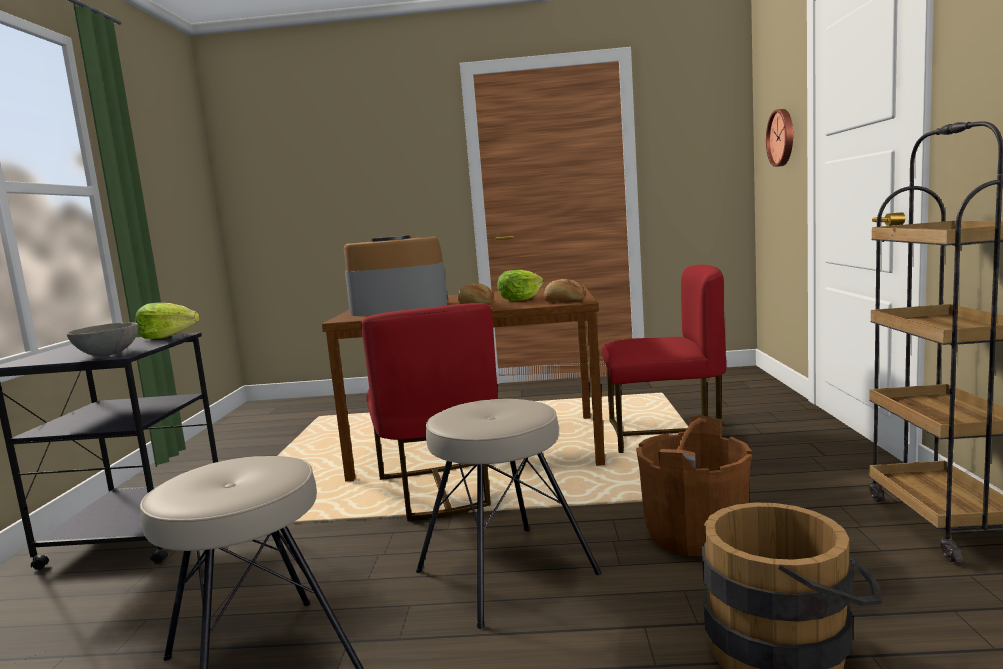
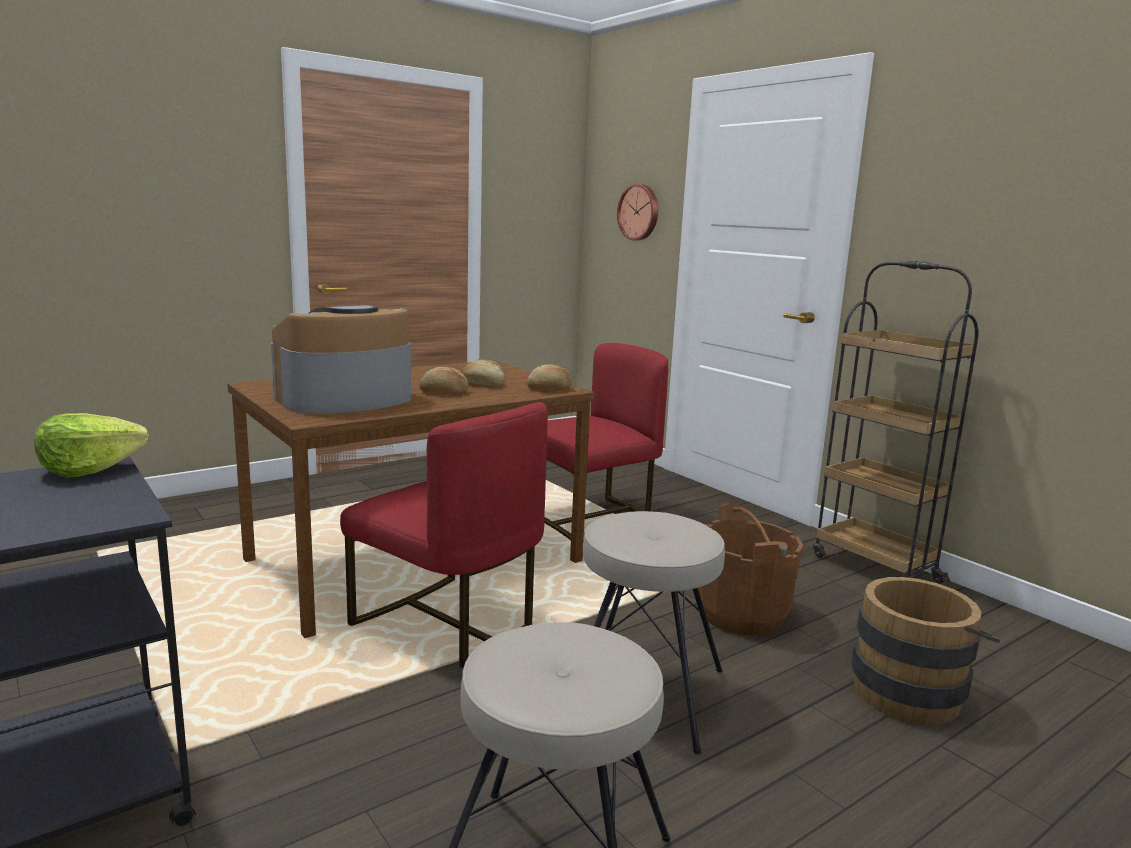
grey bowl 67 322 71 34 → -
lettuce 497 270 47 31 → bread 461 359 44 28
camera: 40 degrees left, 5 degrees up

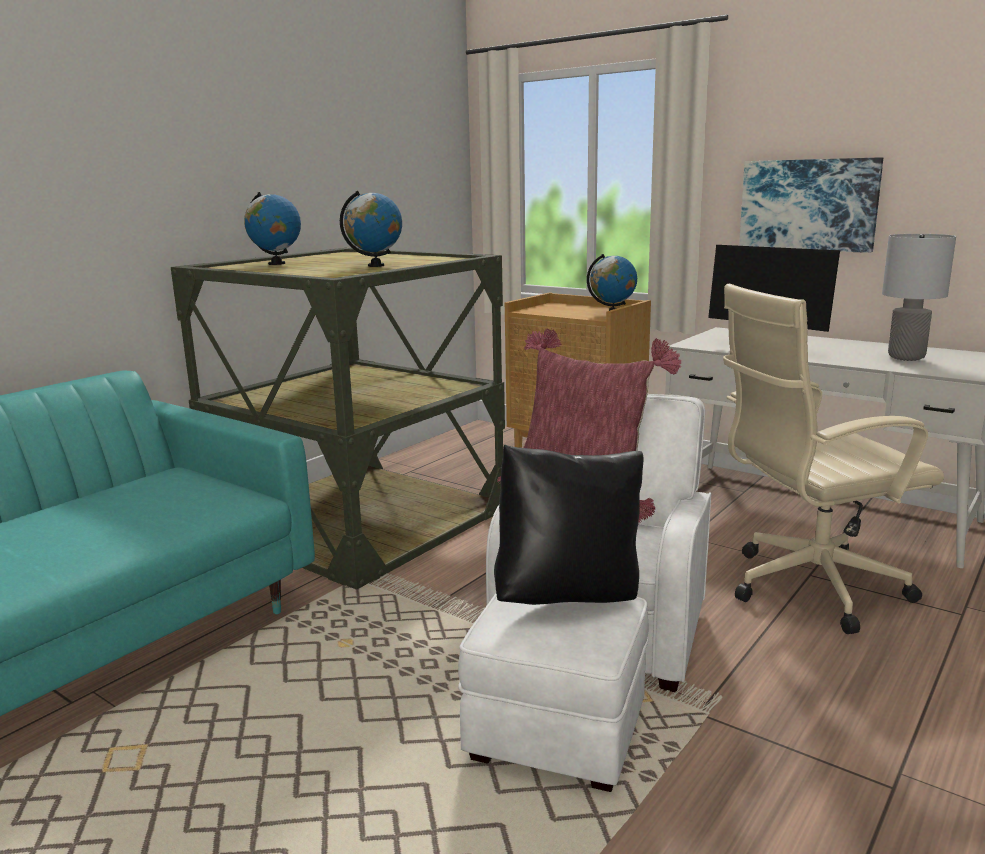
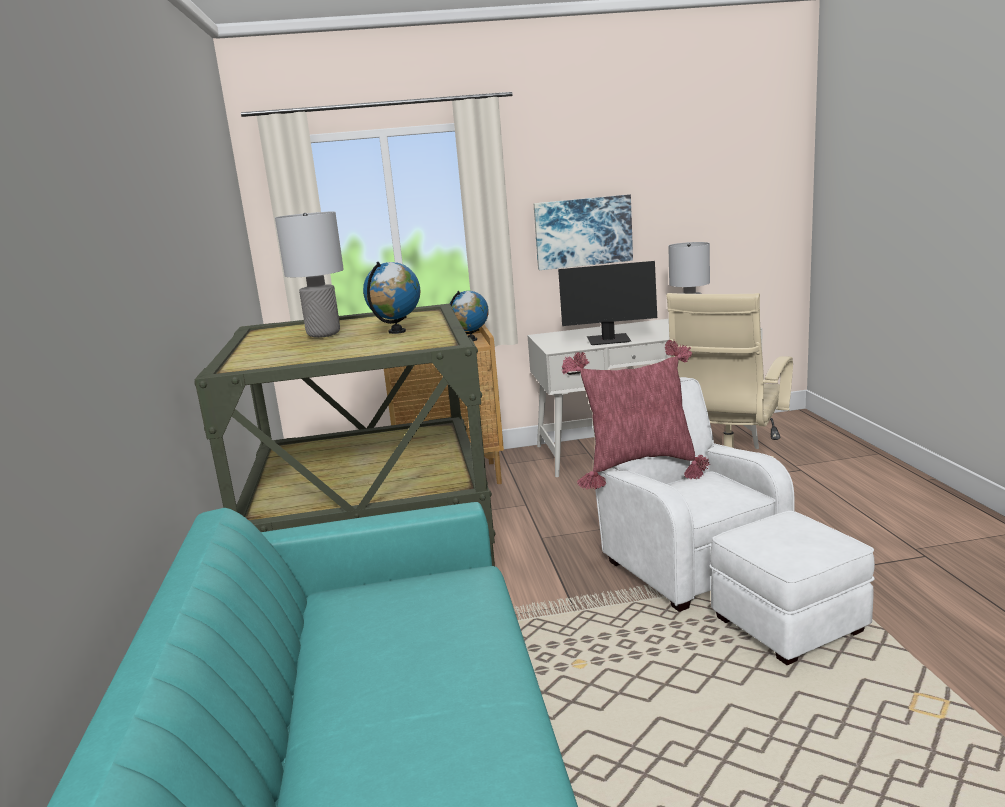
globe 244 192 57 73 → -
black pillow 494 445 150 160 → -
- → grey table lamp 275 211 69 127
camera: 45 degrees left, 0 degrees up

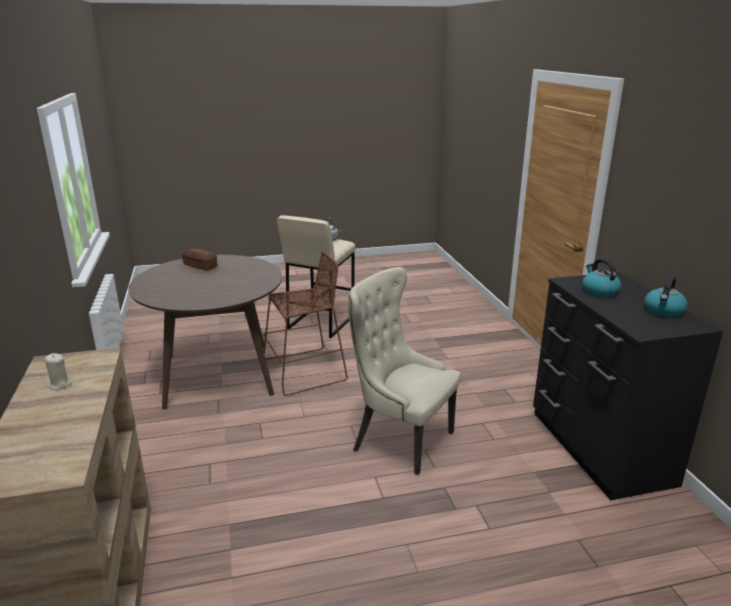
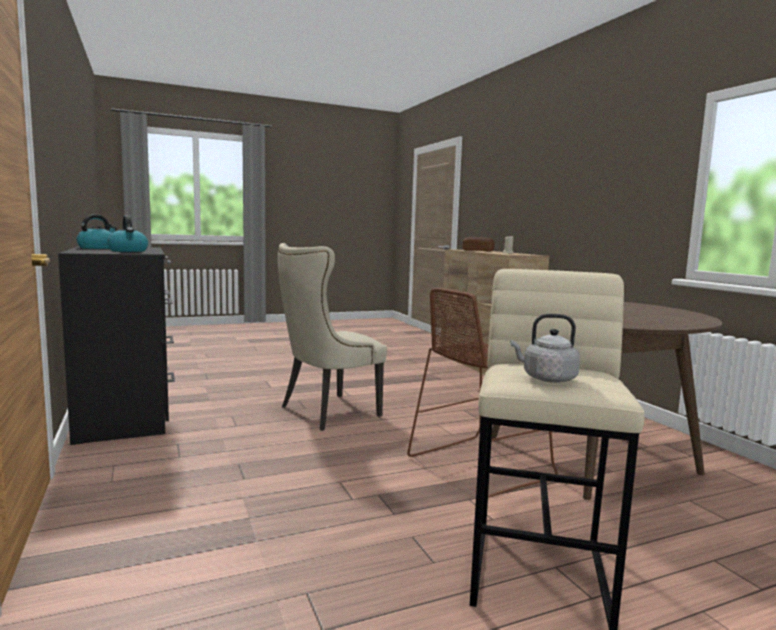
bread 182 248 35 22 → bread 463 237 32 15, moved
beige chair 348 267 113 208 → beige chair 278 243 109 188, 120 degrees clockwise
camera: 170 degrees right, 15 degrees down

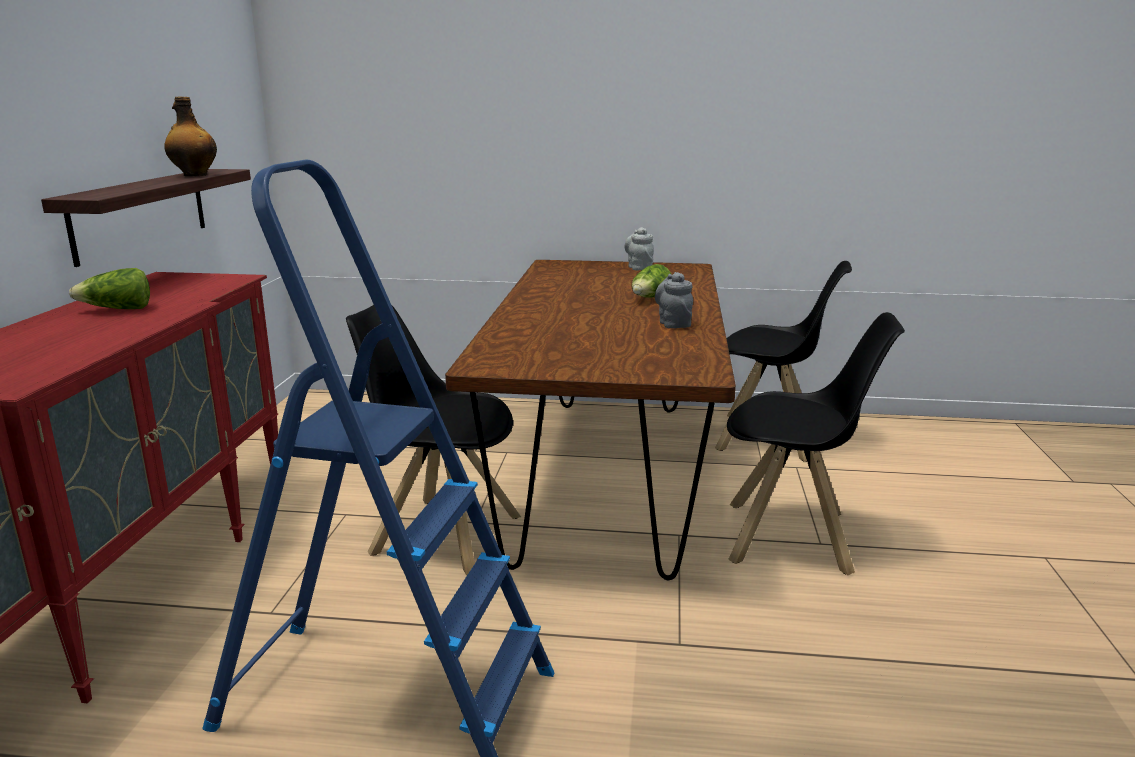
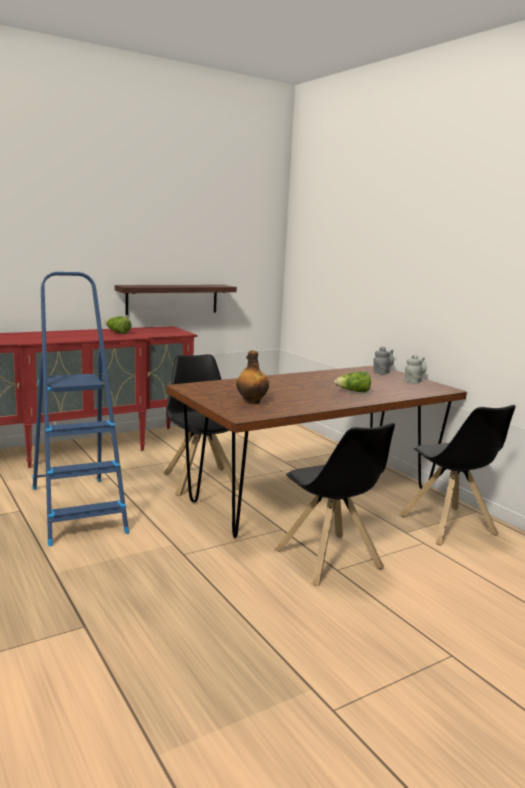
bottle 164 96 53 80 → bottle 236 351 33 53, moved
grey teapot 655 272 38 56 → grey teapot 373 347 21 28, moved
camera: 50 degrees right, 5 degrees down

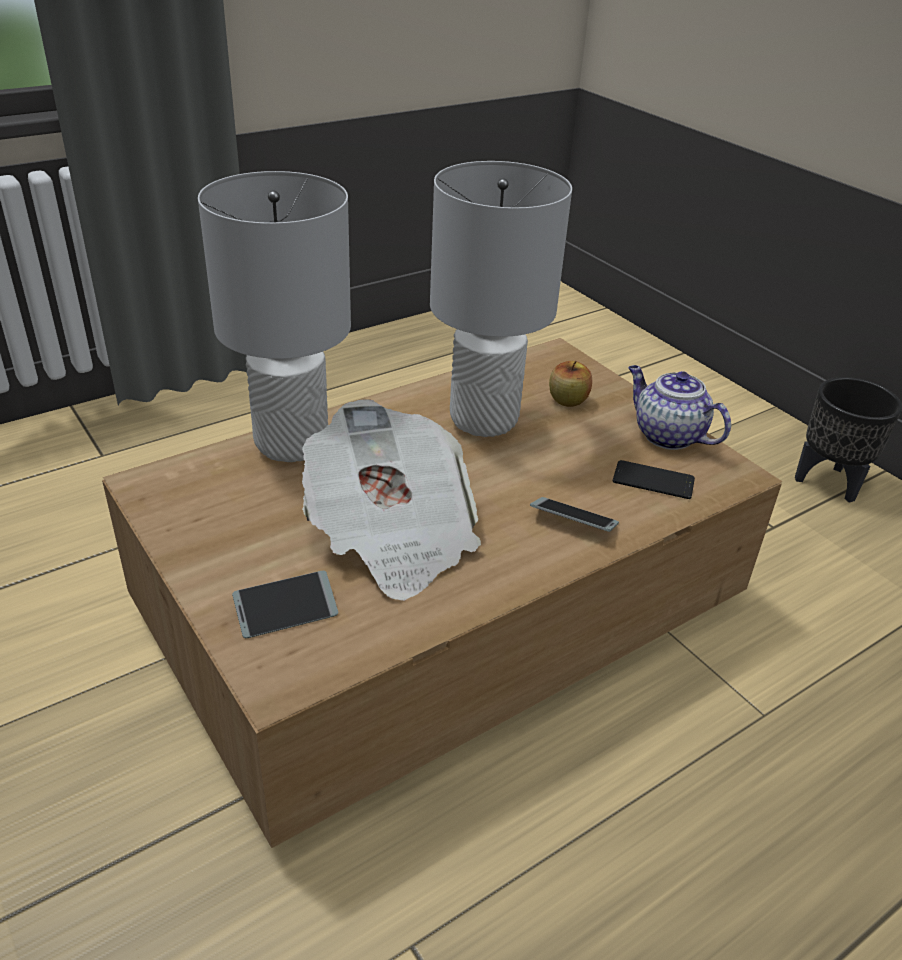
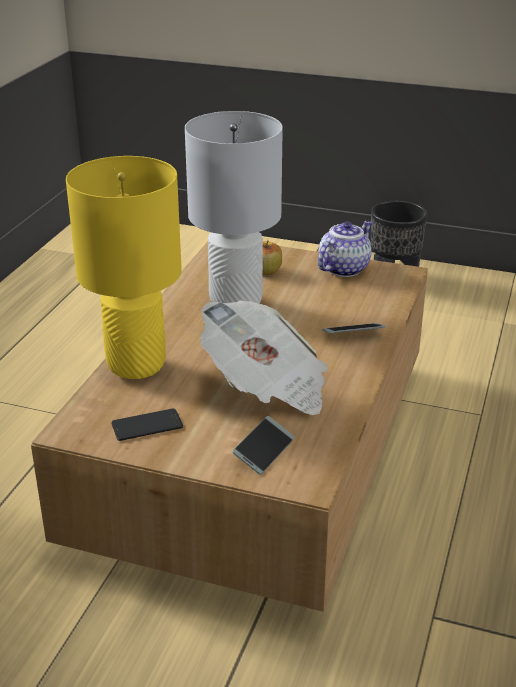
grey table lamp 198 171 153 291 → yellow table lamp 66 156 116 223
phone 613 460 82 39 → phone 111 409 72 32, moved
teapot 628 365 103 85 → teapot 318 220 54 57, 120 degrees clockwise
camera: 35 degrees left, 5 degrees down

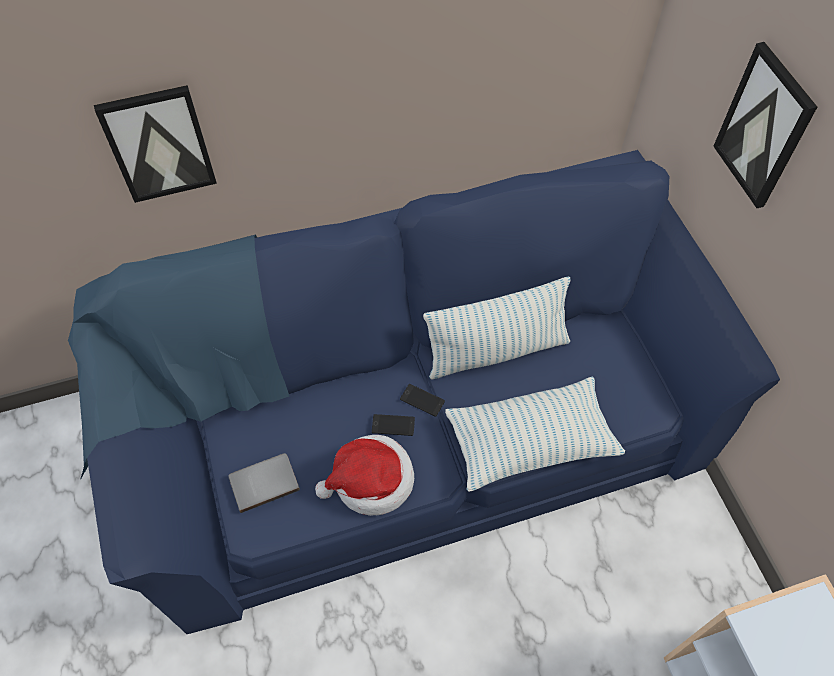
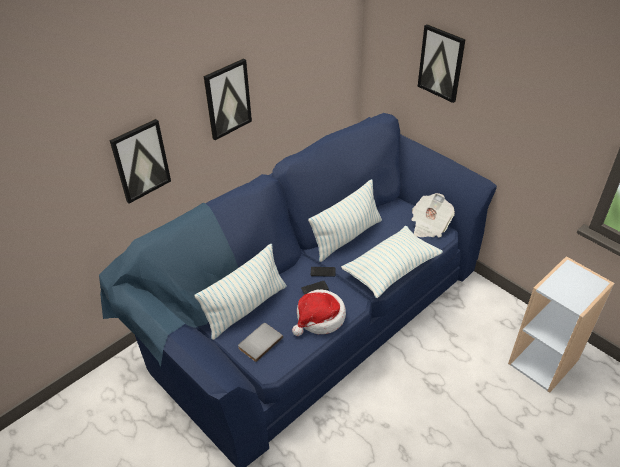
- → pillow 195 244 92 96
- → picture 204 59 48 81
- → newspaper 412 193 43 44
camera: 25 degrees left, 15 degrees down

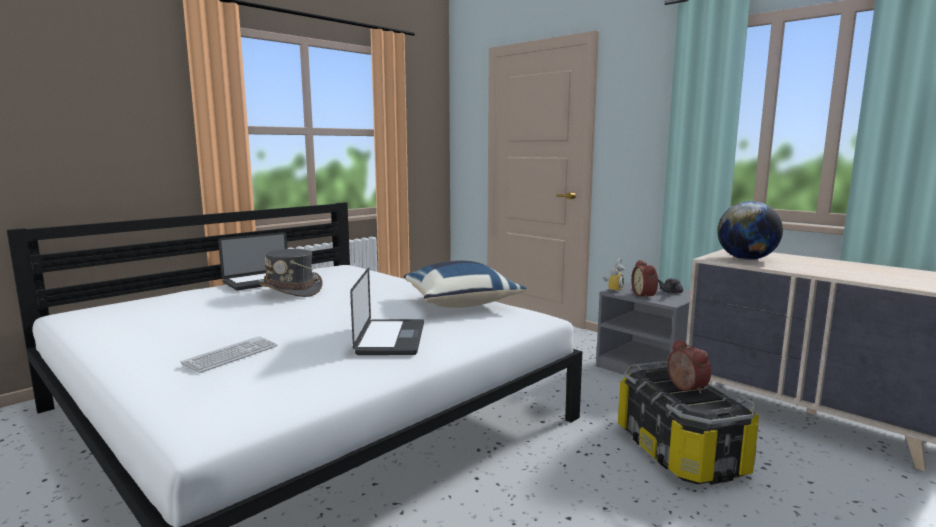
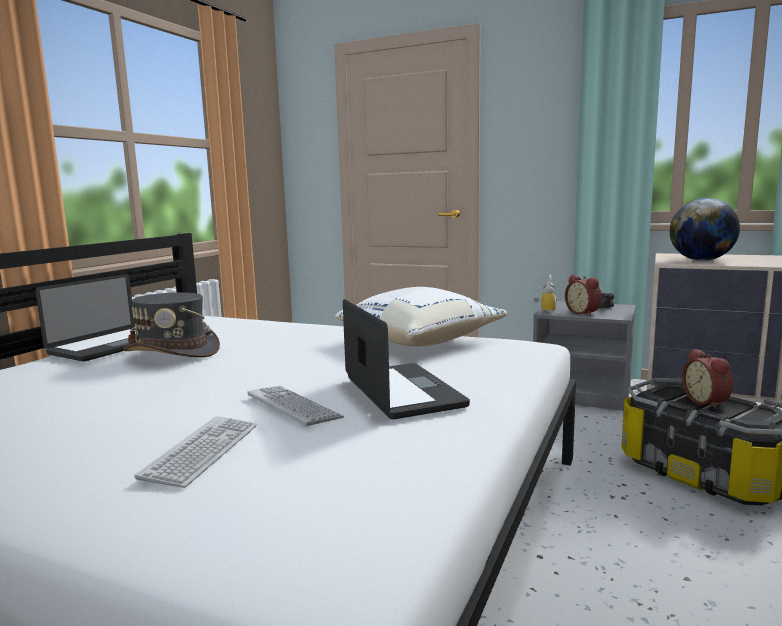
blue pillow 403 261 124 47 → white pillow 335 287 172 59
alarm clock 667 339 44 55 → alarm clock 682 349 51 60, 150 degrees counterclockwise
- → keyboard 247 386 97 41
camera: 20 degrees left, 0 degrees up

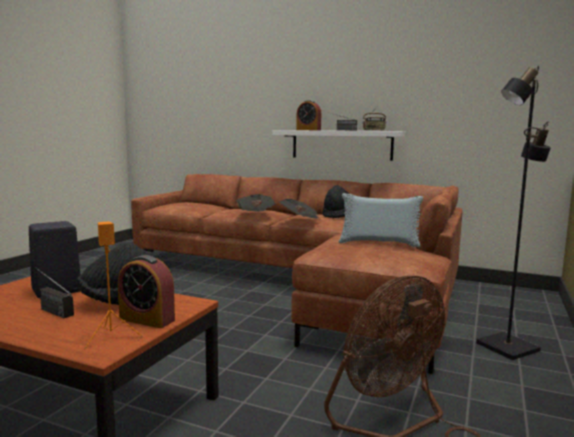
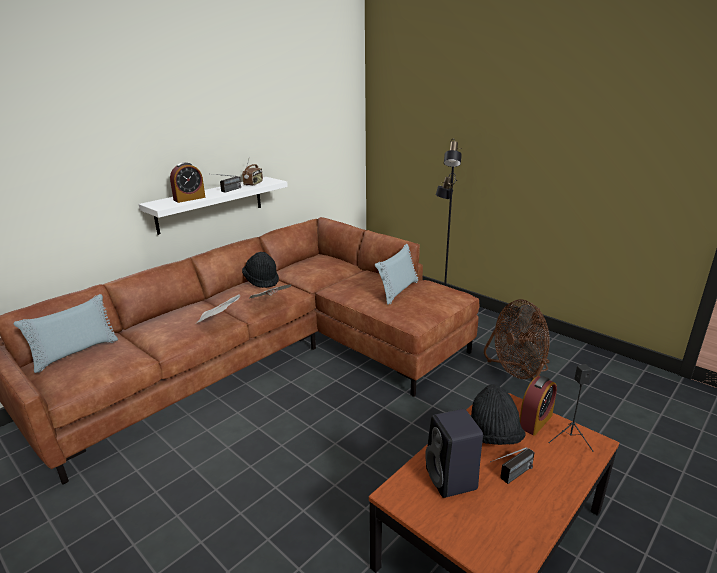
orange speaker 84 221 59 128 → black speaker 549 364 44 88
- → blue pillow 14 294 104 79
camera: 70 degrees left, 15 degrees up

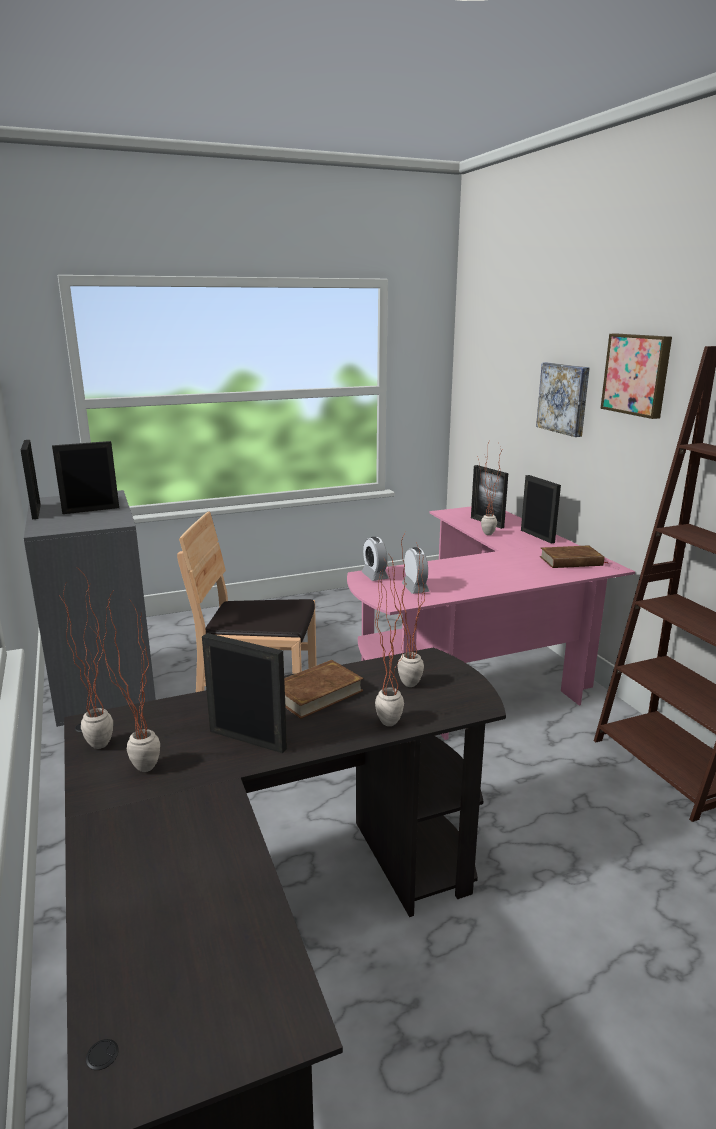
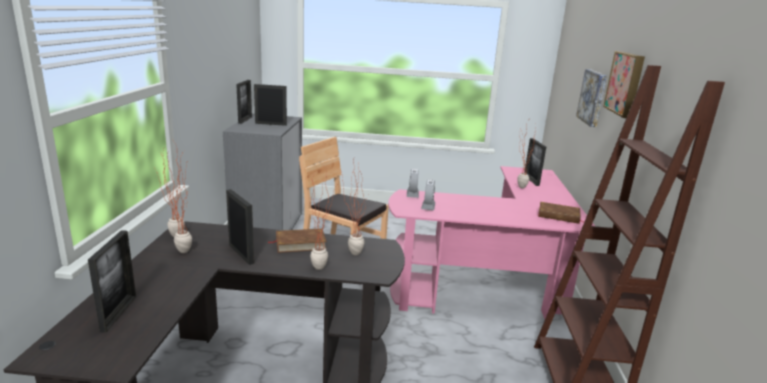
picture frame 521 475 40 69 → picture frame 88 230 48 102, moved
camera: 25 degrees right, 0 degrees up

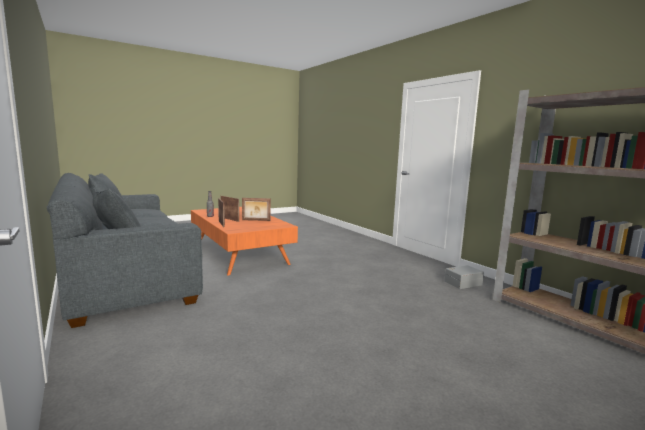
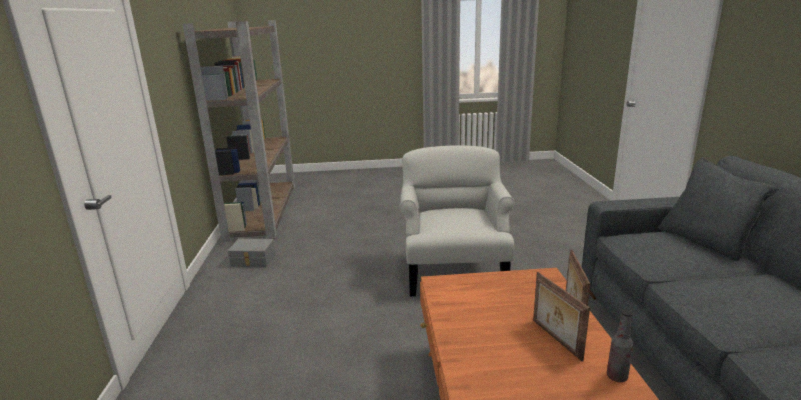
picture frame 242 198 29 23 → -
- → white armchair 399 146 116 150
camera: 150 degrees left, 10 degrees up

